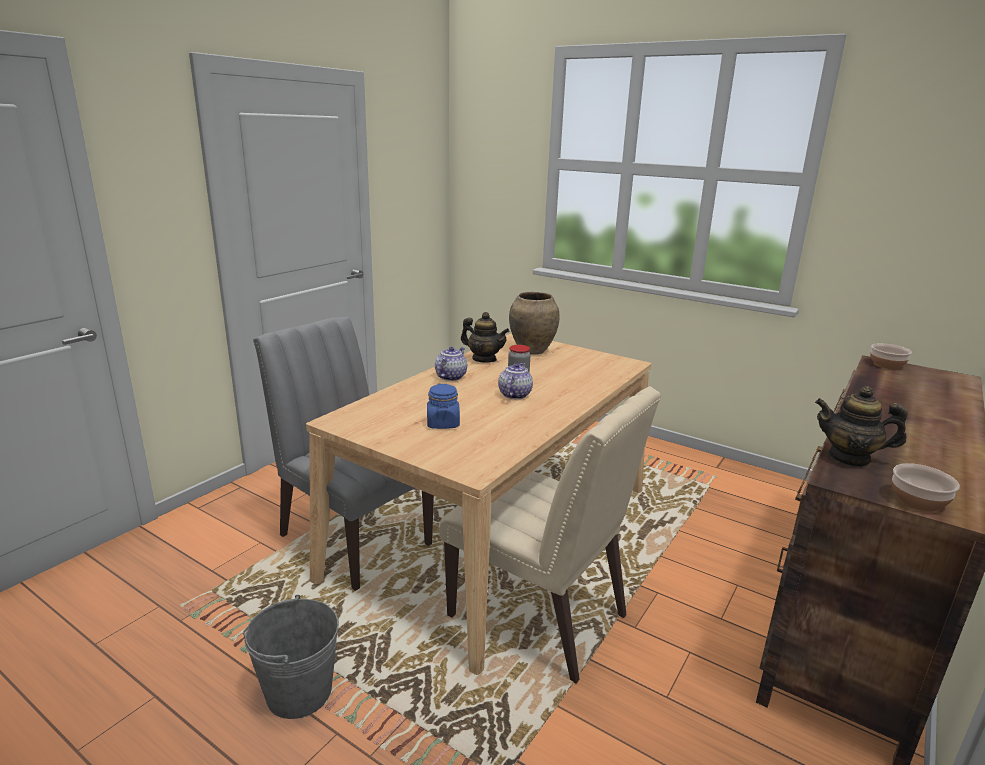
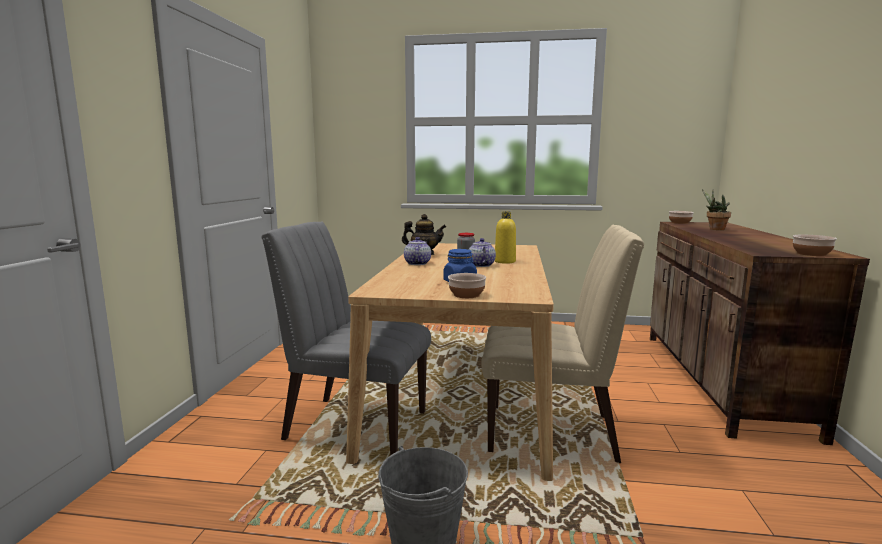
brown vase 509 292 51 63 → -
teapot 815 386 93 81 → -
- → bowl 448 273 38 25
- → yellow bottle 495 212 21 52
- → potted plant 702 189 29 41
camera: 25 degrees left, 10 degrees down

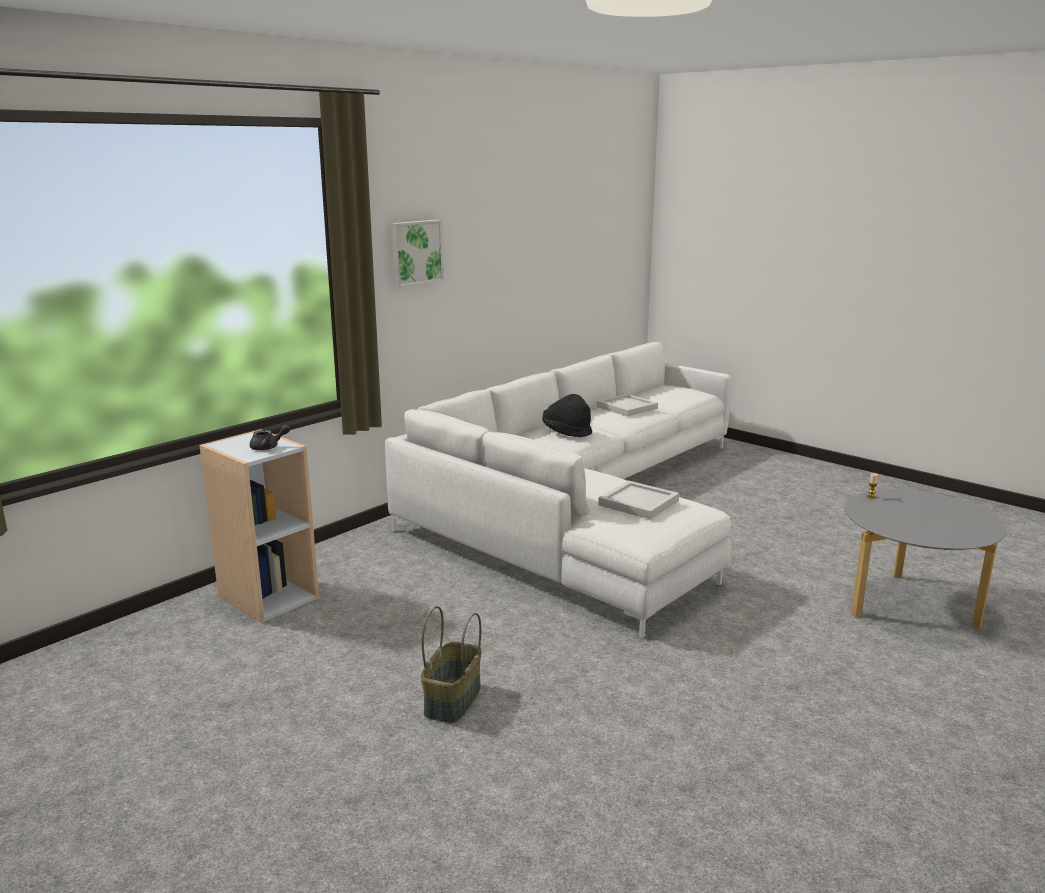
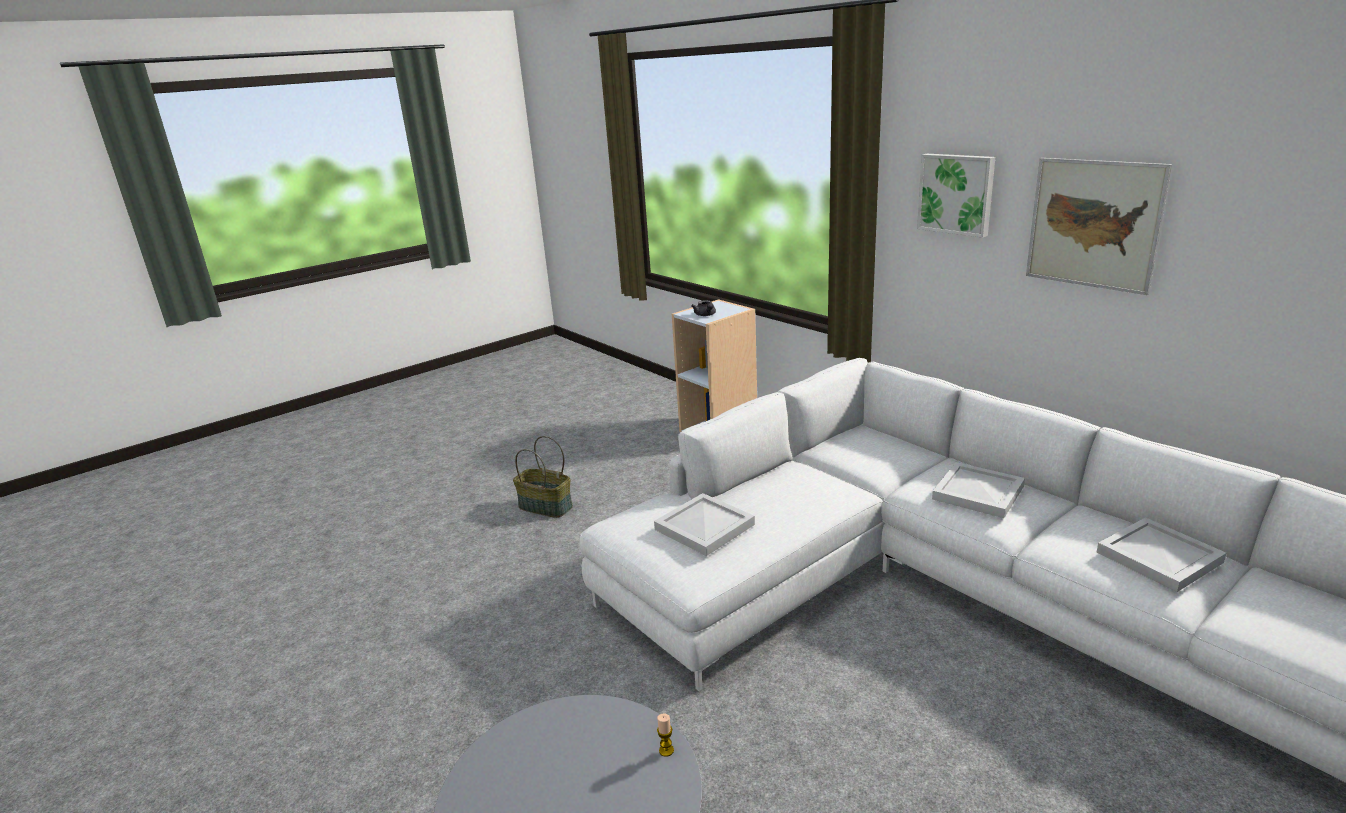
black hat 542 394 50 43 → white tray 932 462 93 56
- → picture 1026 158 146 137
camera: 100 degrees right, 5 degrees up

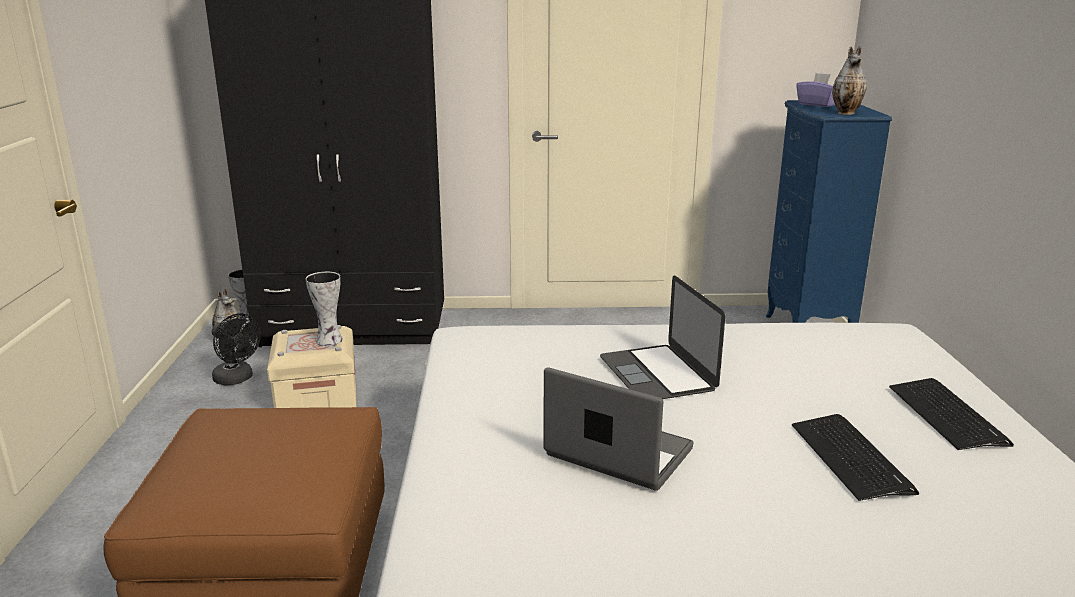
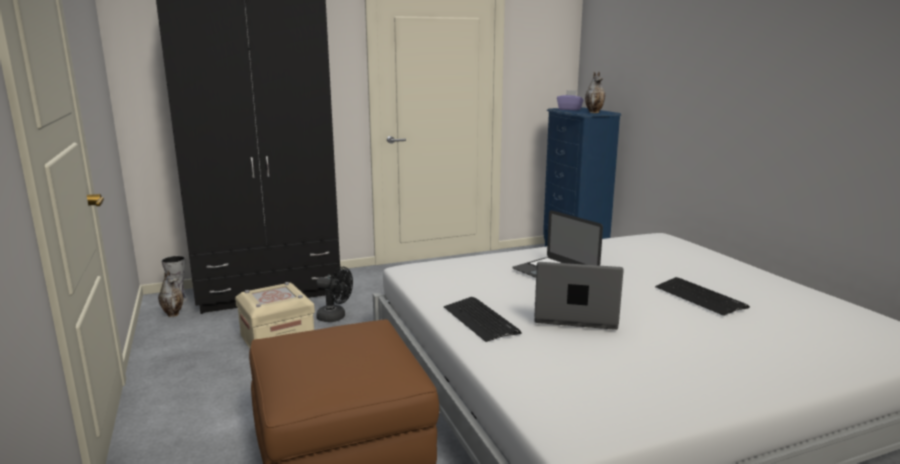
black fan 212 314 49 71 → black fan 316 267 37 55, moved
vase 305 272 38 74 → -
keyboard 889 378 125 72 → keyboard 444 297 78 45, moved
camera: 20 degrees left, 5 degrees down

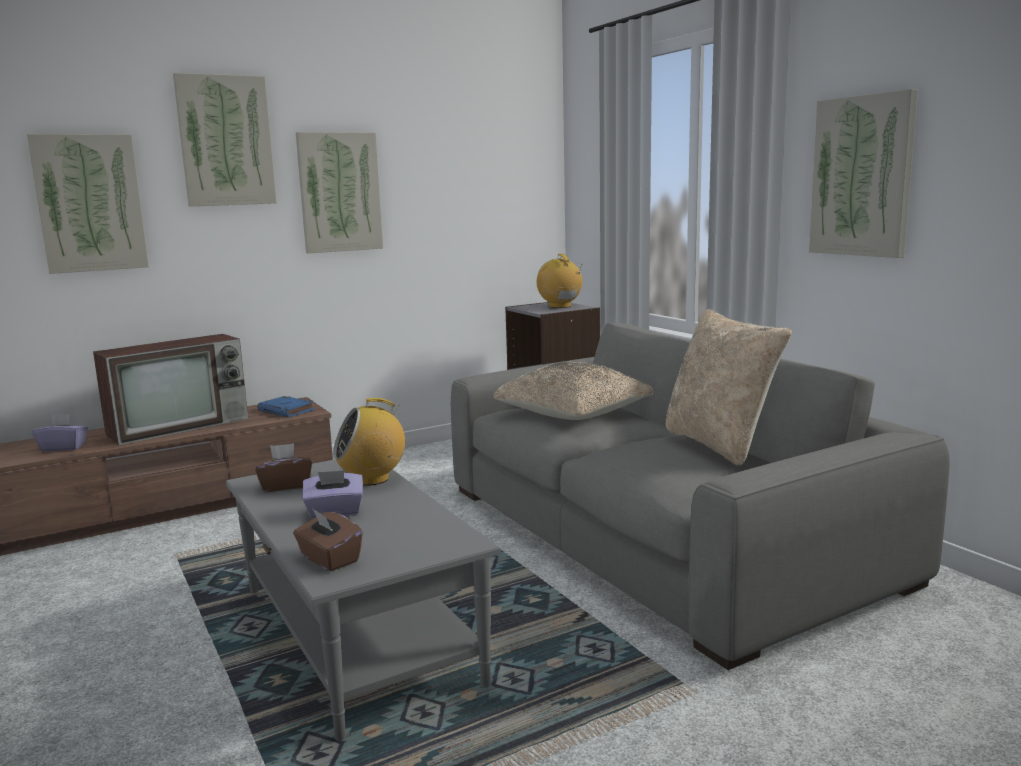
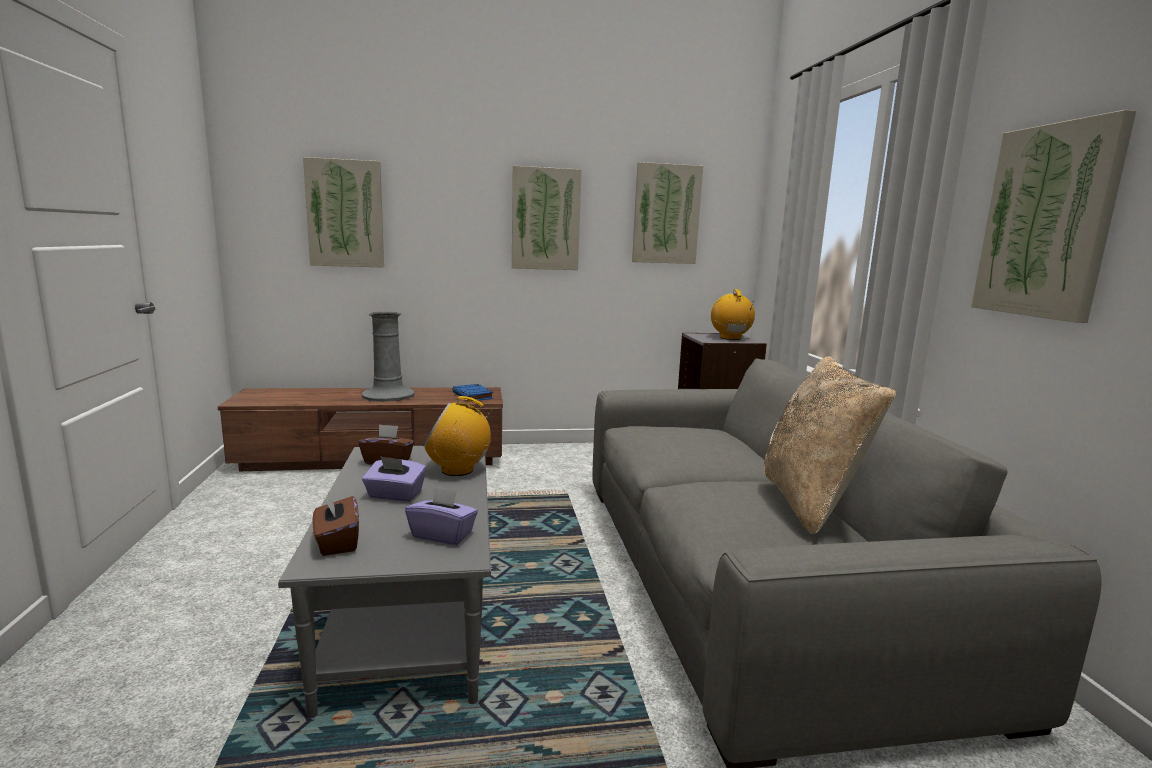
purple tissue box 32 414 56 37 → purple tissue box 405 486 73 59, moved
television 93 334 155 111 → grey vase 362 311 53 91
picture 173 73 104 133 → picture 632 162 71 102, moved
beige pillow 493 361 160 59 → -
camera: 20 degrees right, 0 degrees up

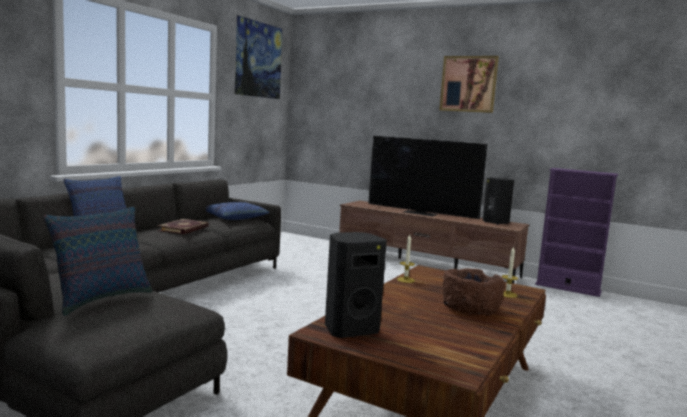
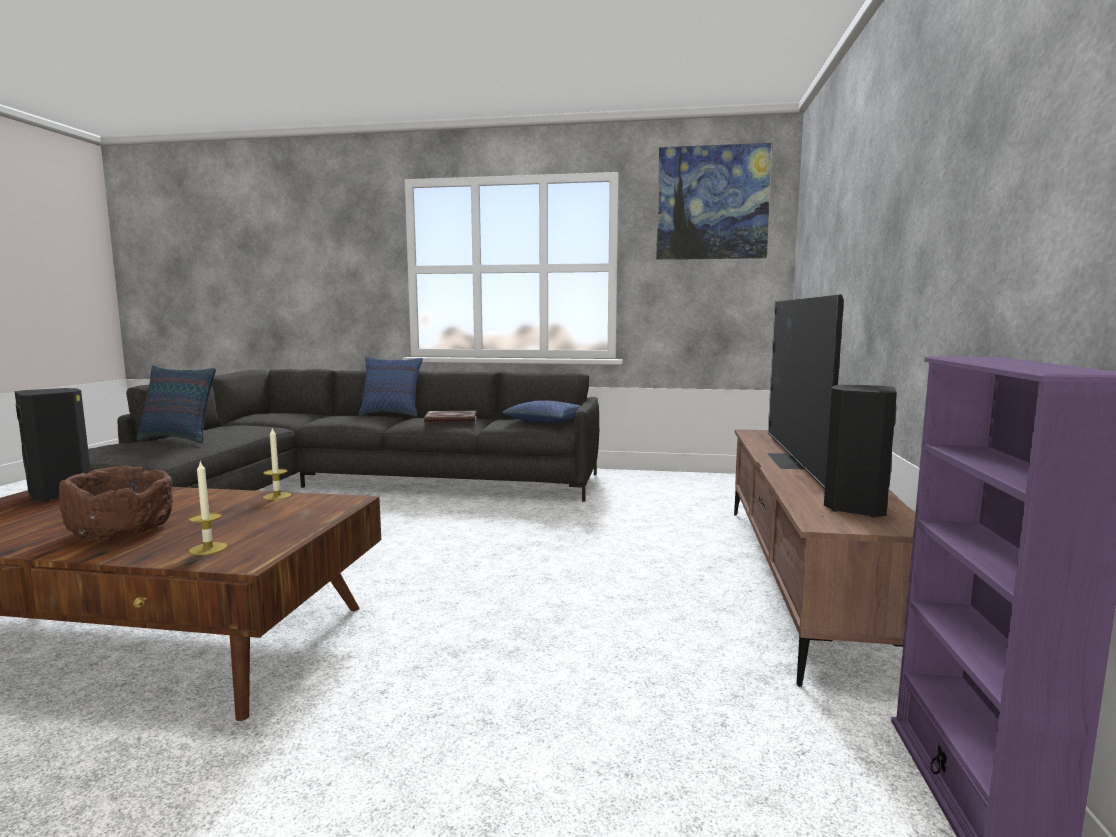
picture 439 56 60 57 → -
camera: 70 degrees right, 0 degrees up

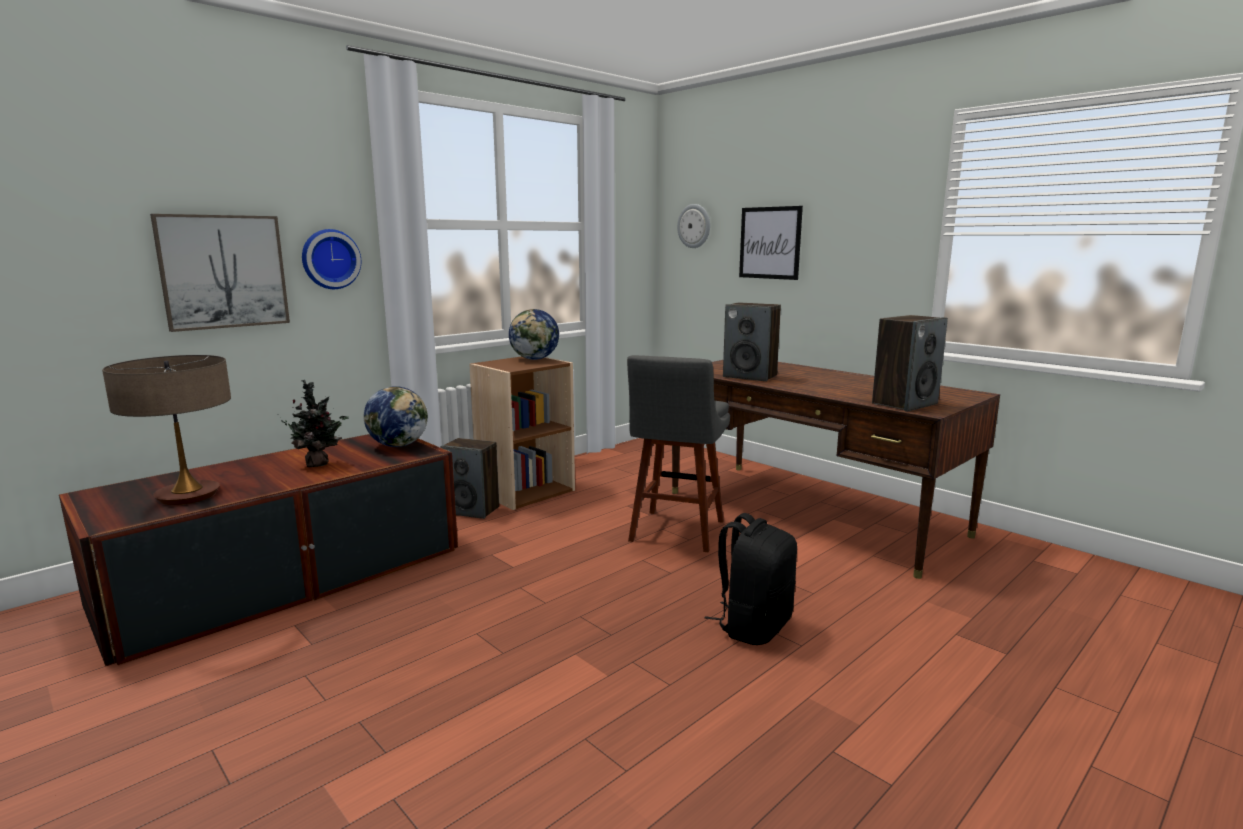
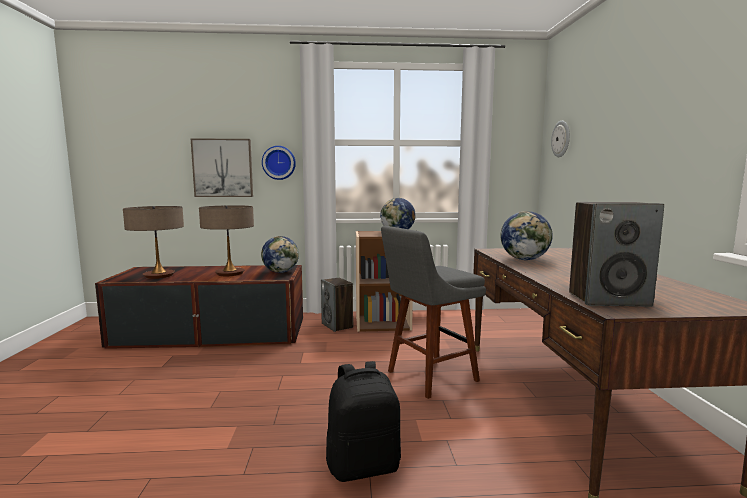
potted plant 277 380 72 87 → table lamp 199 205 55 71
speaker 723 303 58 78 → globe 501 211 51 49
picture 739 206 64 74 → -
camera: 40 degrees right, 5 degrees down

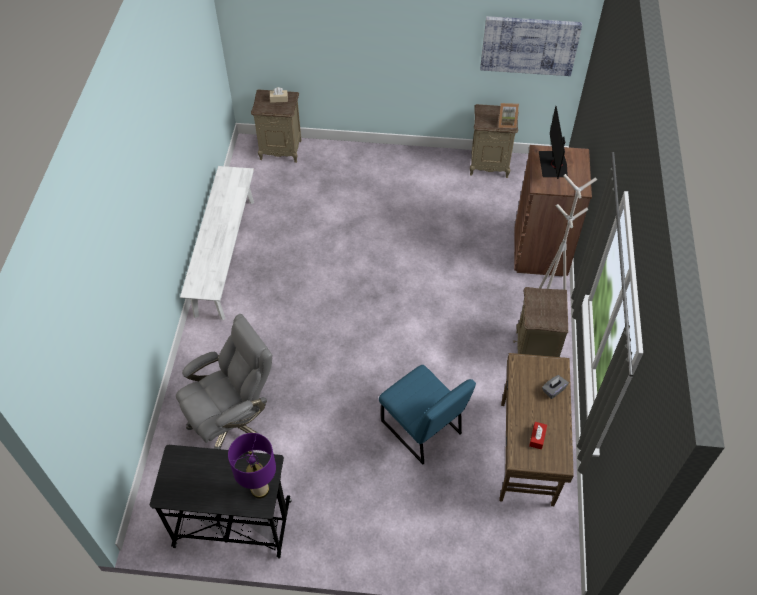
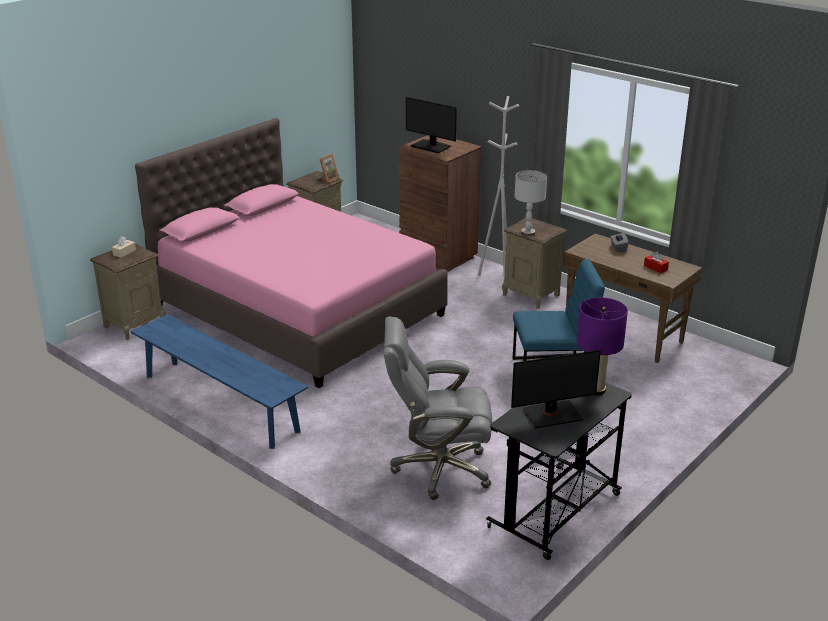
grey office chair 176 314 96 135 → grey office chair 384 317 108 183, 90 degrees counterclockwise
white bench 180 166 74 154 → blue bench 131 314 178 135
picture 480 16 102 60 → -
- → pink bed 135 118 313 270
- → monitor 511 350 90 78
- → grey table lamp 514 170 33 66
camera: 55 degrees left, 25 degrees down

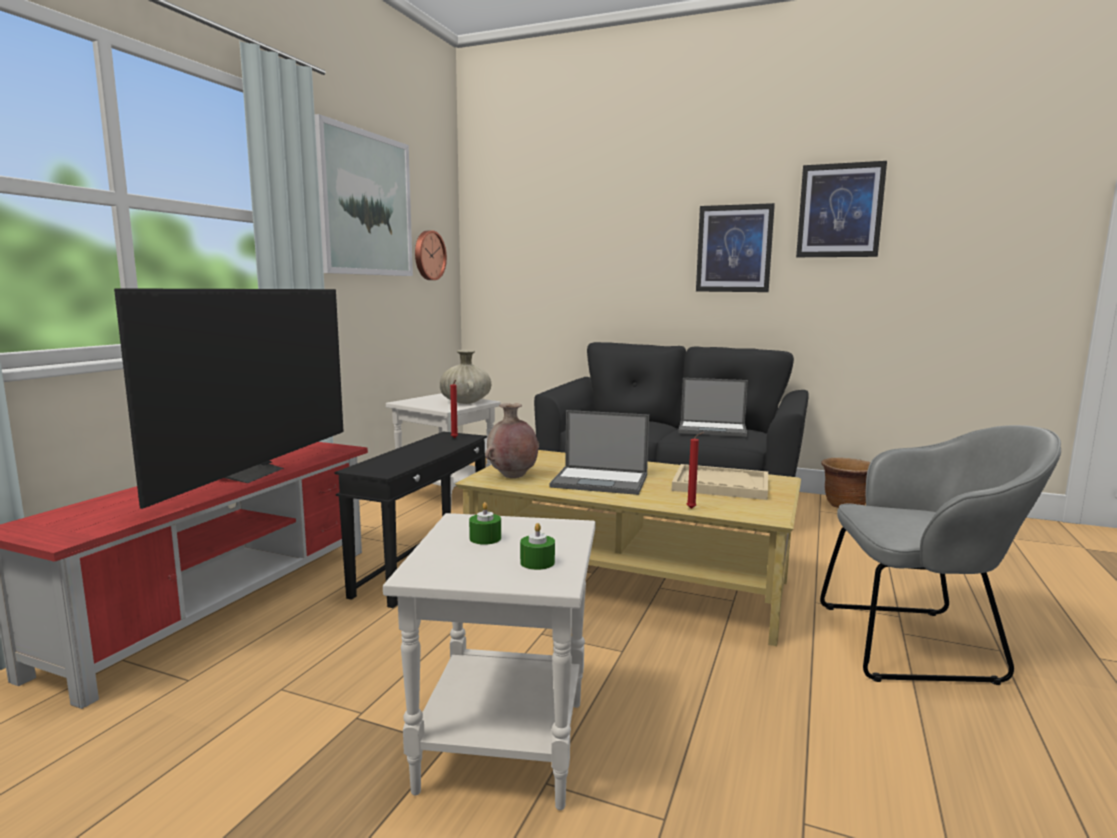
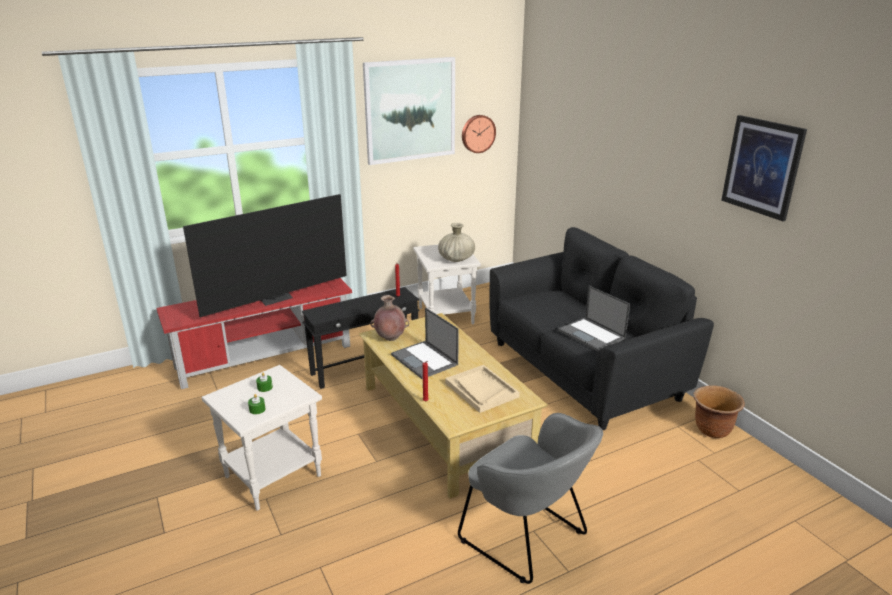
picture 696 203 79 89 → -
camera: 40 degrees right, 15 degrees up

